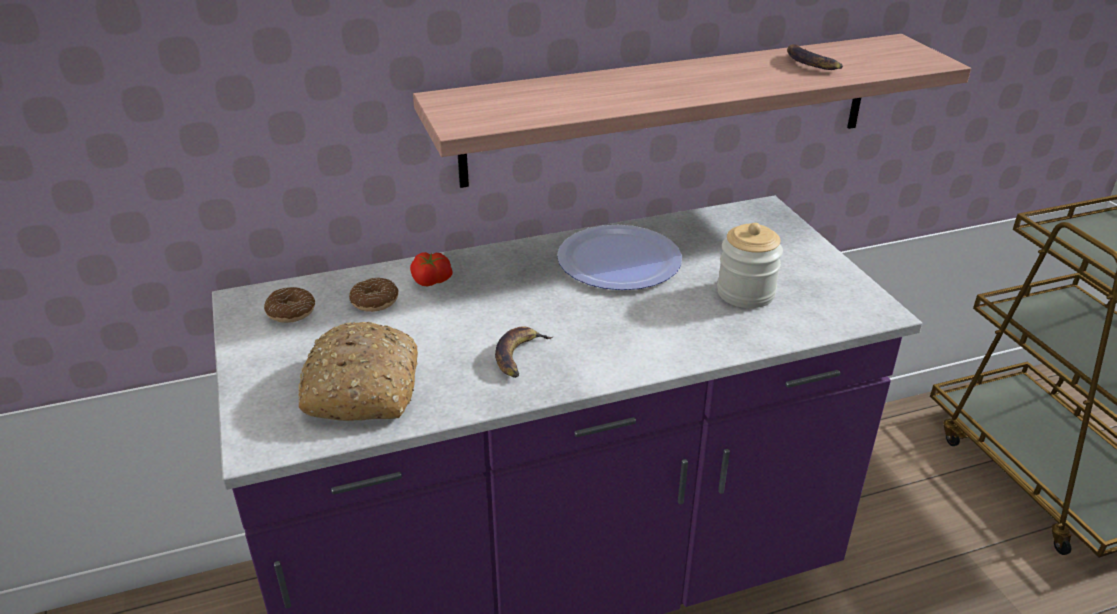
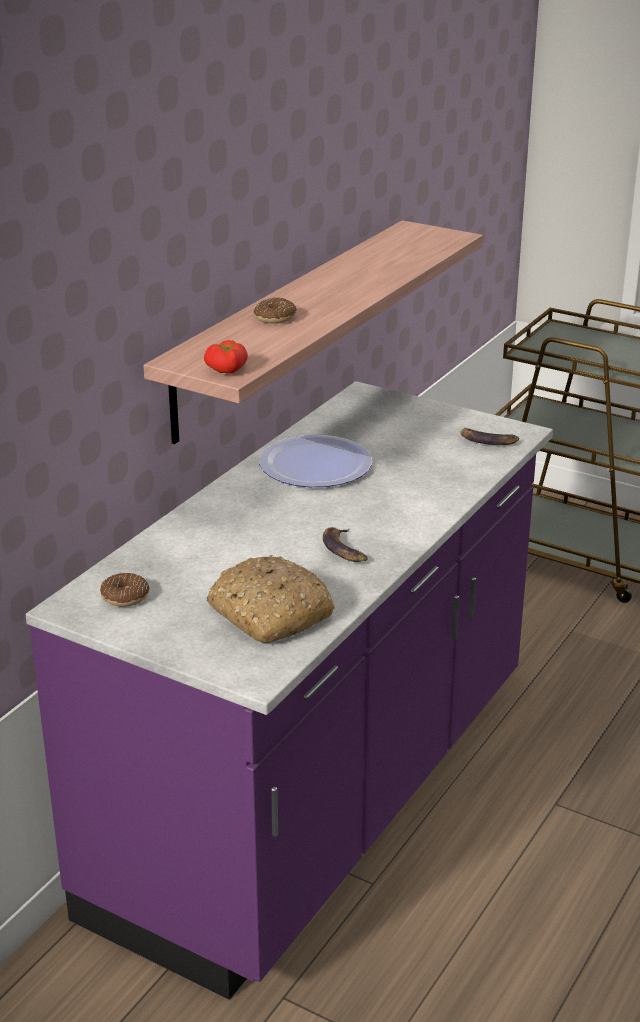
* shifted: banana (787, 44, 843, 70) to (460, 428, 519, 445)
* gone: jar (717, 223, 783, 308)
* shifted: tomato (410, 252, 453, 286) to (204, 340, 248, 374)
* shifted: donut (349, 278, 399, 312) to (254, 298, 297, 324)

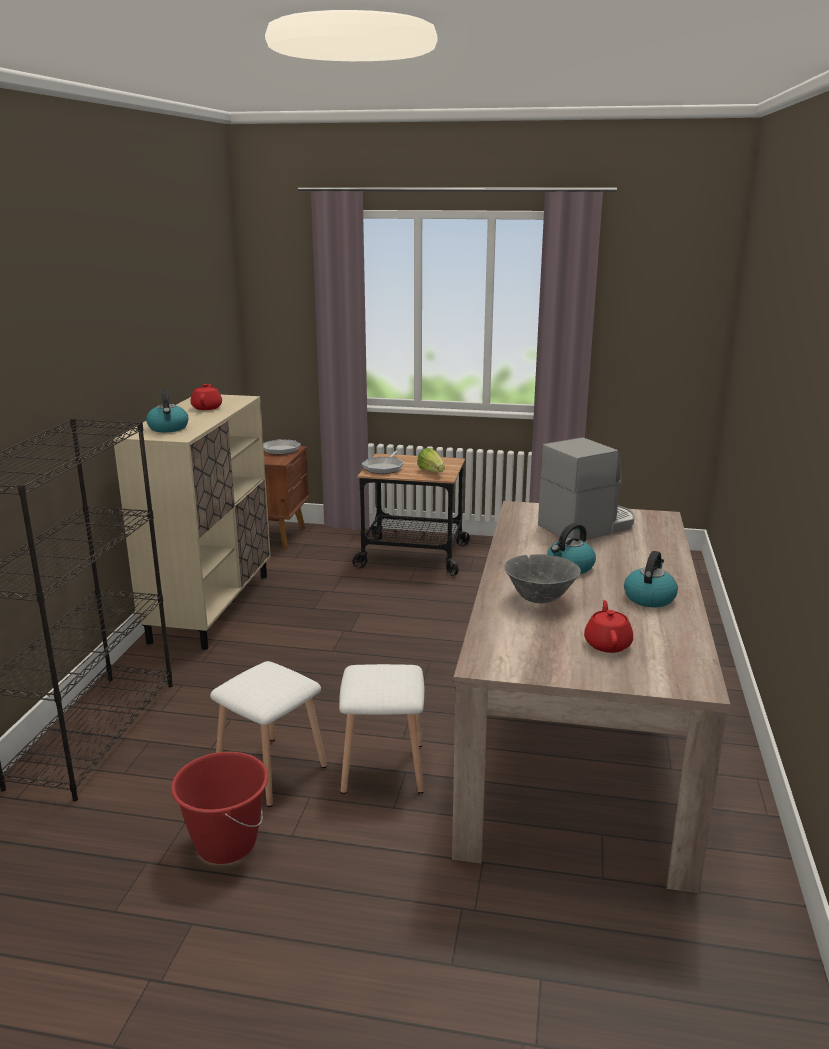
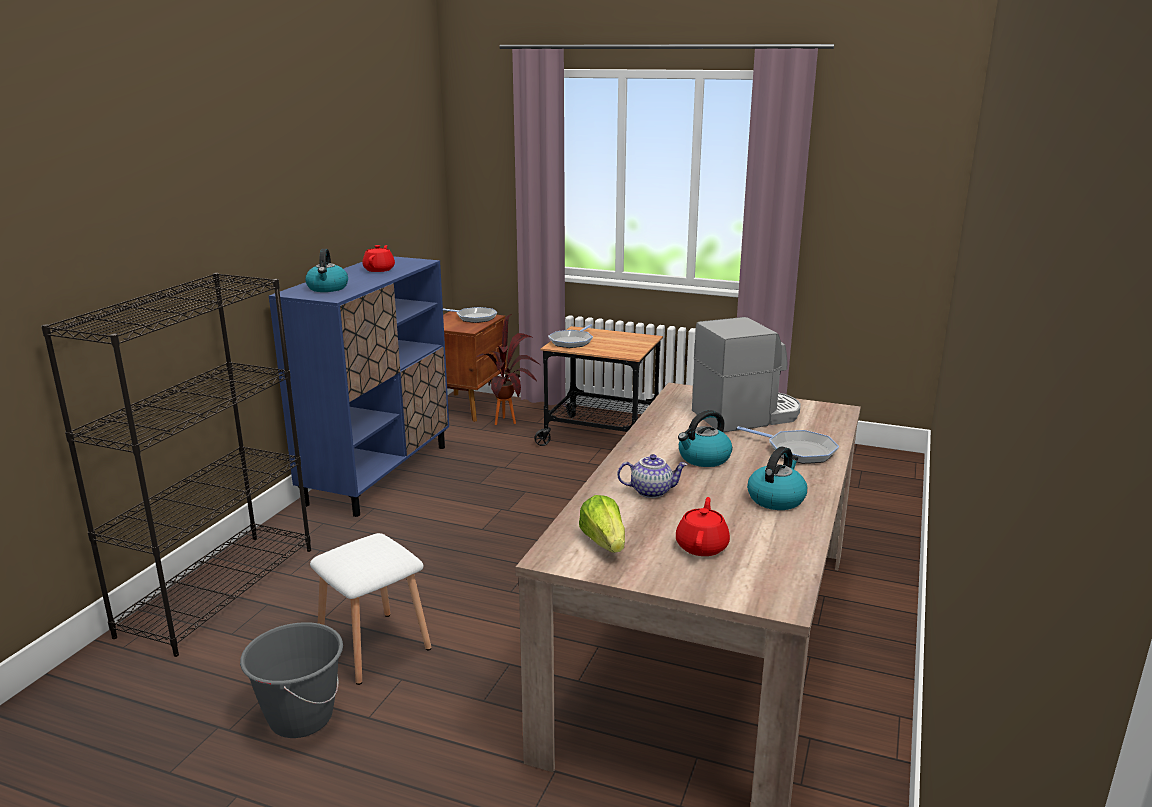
* repainted: beige cabinet (113, 395, 271, 650) to blue cabinet (269, 256, 449, 517)
* shifted: lettuce (417, 448, 445, 472) to (579, 495, 625, 553)
* swapped: grey bowl (504, 554, 581, 603) to teapot (617, 454, 688, 498)
* gone: white stool (339, 664, 424, 794)
* repainted: red bucket (171, 752, 268, 864) to grey bucket (240, 622, 343, 738)
* new: potted plant (477, 314, 540, 425)
* new: frying pan (737, 426, 839, 464)

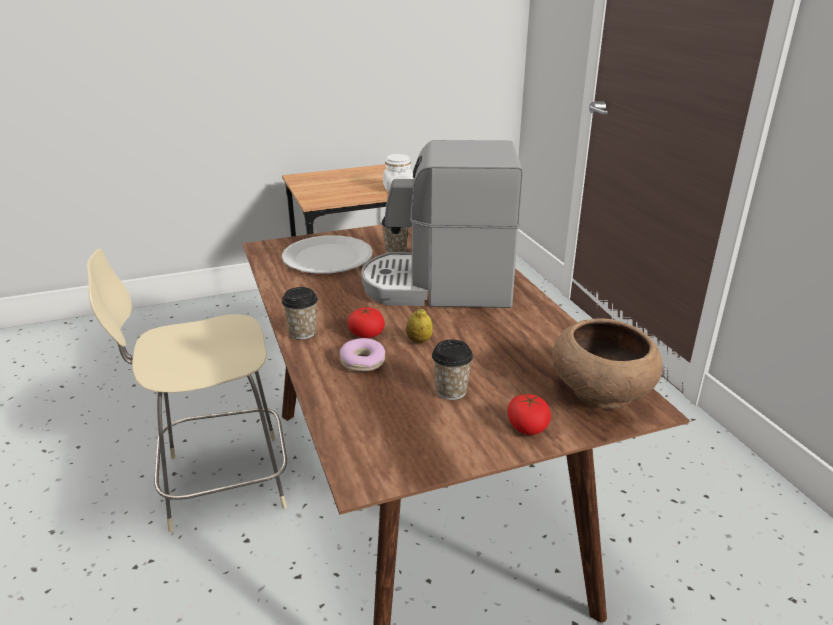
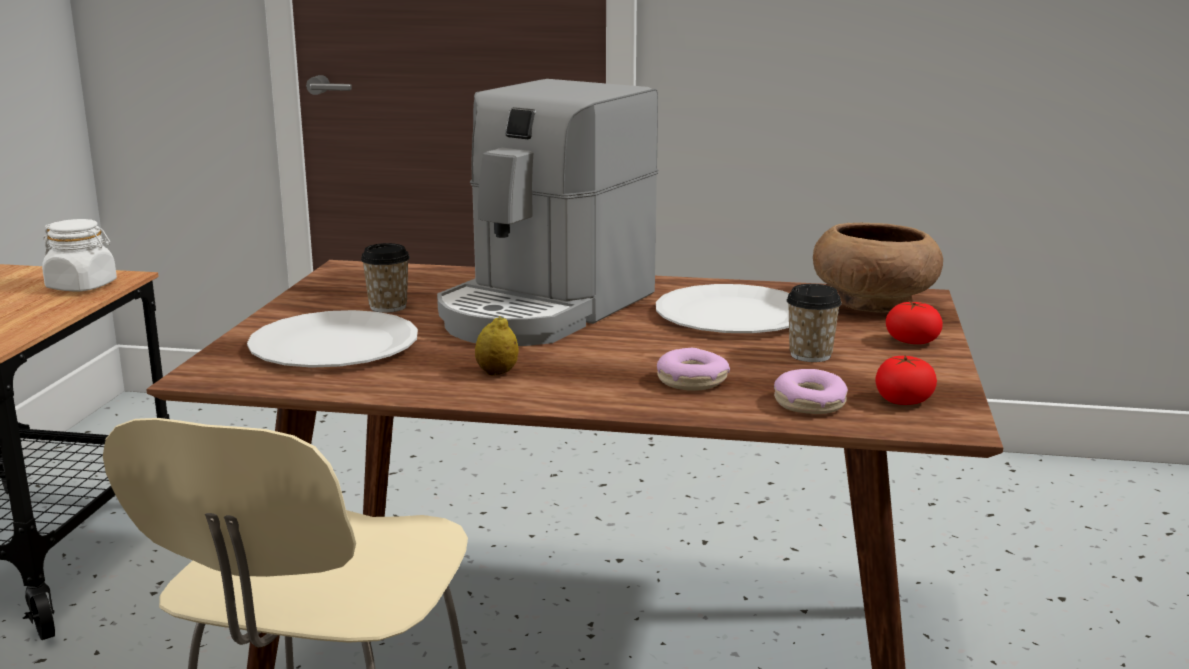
* gone: cup (282, 287, 318, 340)
* shifted: tomato (347, 307, 385, 338) to (876, 355, 937, 405)
* shifted: lemon (406, 308, 433, 343) to (475, 316, 519, 375)
* new: white plate (656, 284, 789, 333)
* new: donut (774, 369, 848, 414)

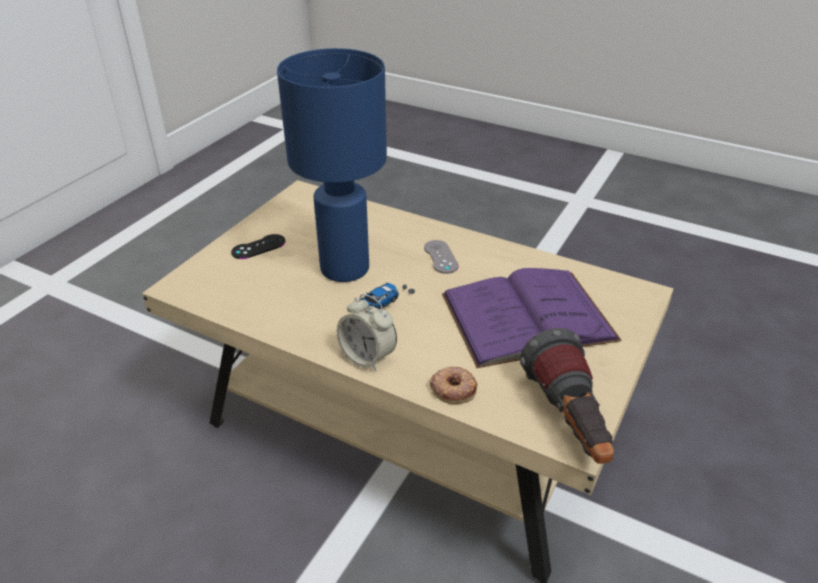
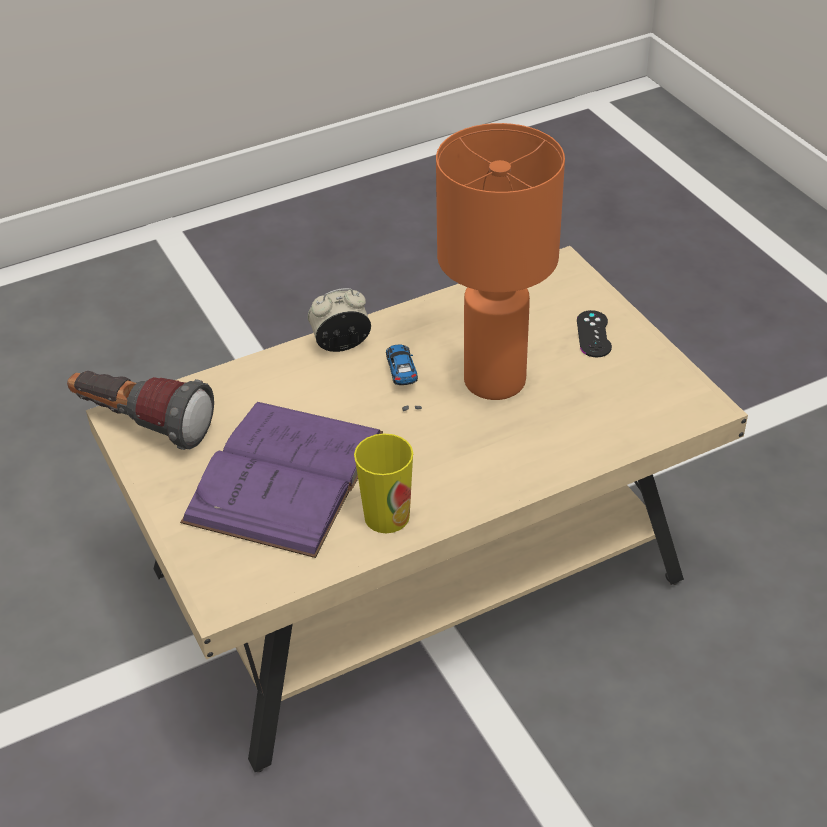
* repainted: blue table lamp (277, 48, 387, 282) to orange table lamp (436, 123, 565, 400)
* gone: grey game controller (424, 240, 459, 274)
* gone: donut (430, 367, 478, 404)
* new: cup (354, 433, 413, 533)

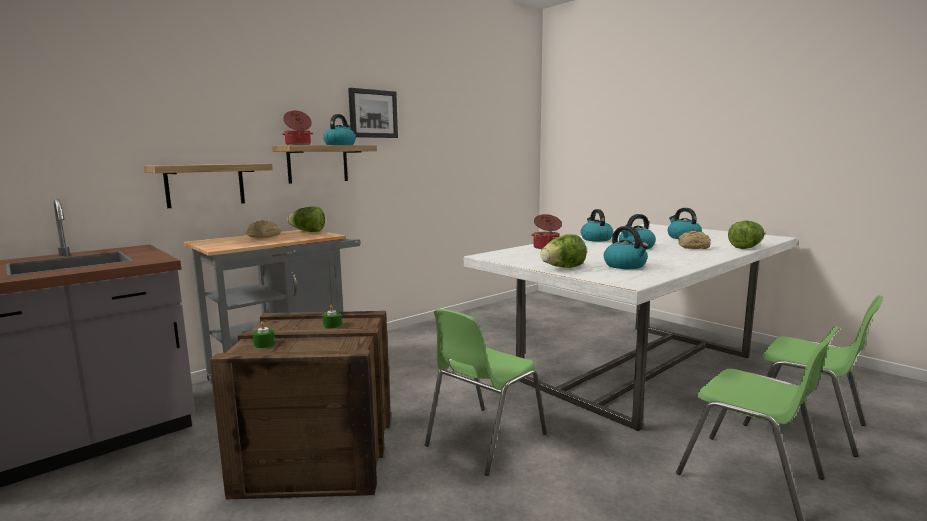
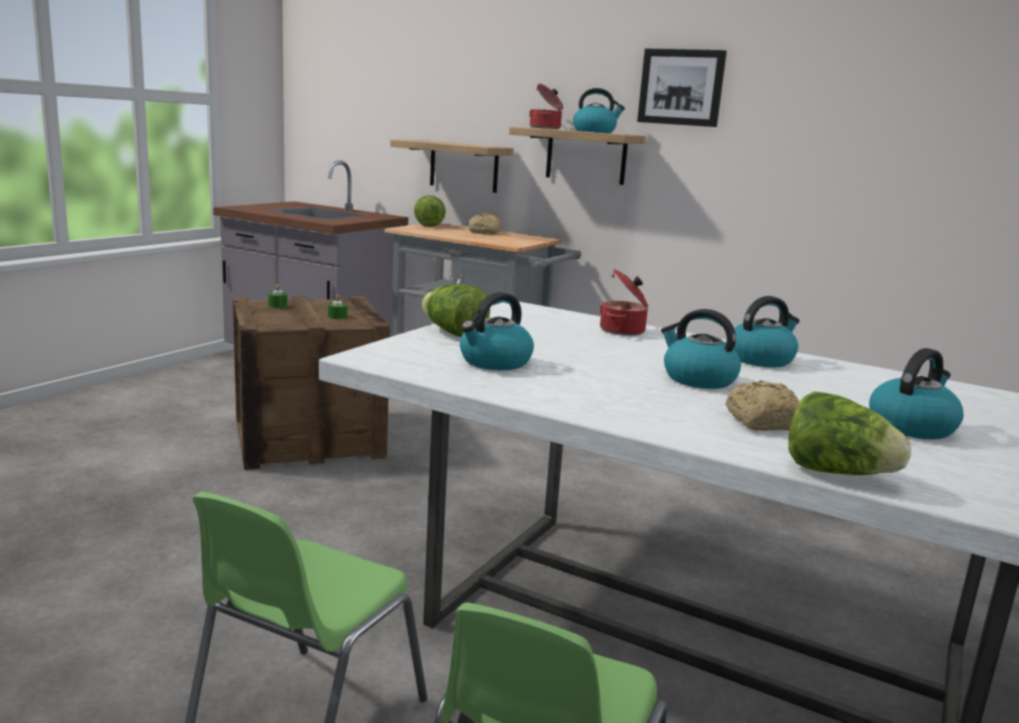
* shifted: lettuce (288, 206, 325, 232) to (414, 195, 446, 227)
* gone: green chair (425, 309, 547, 476)

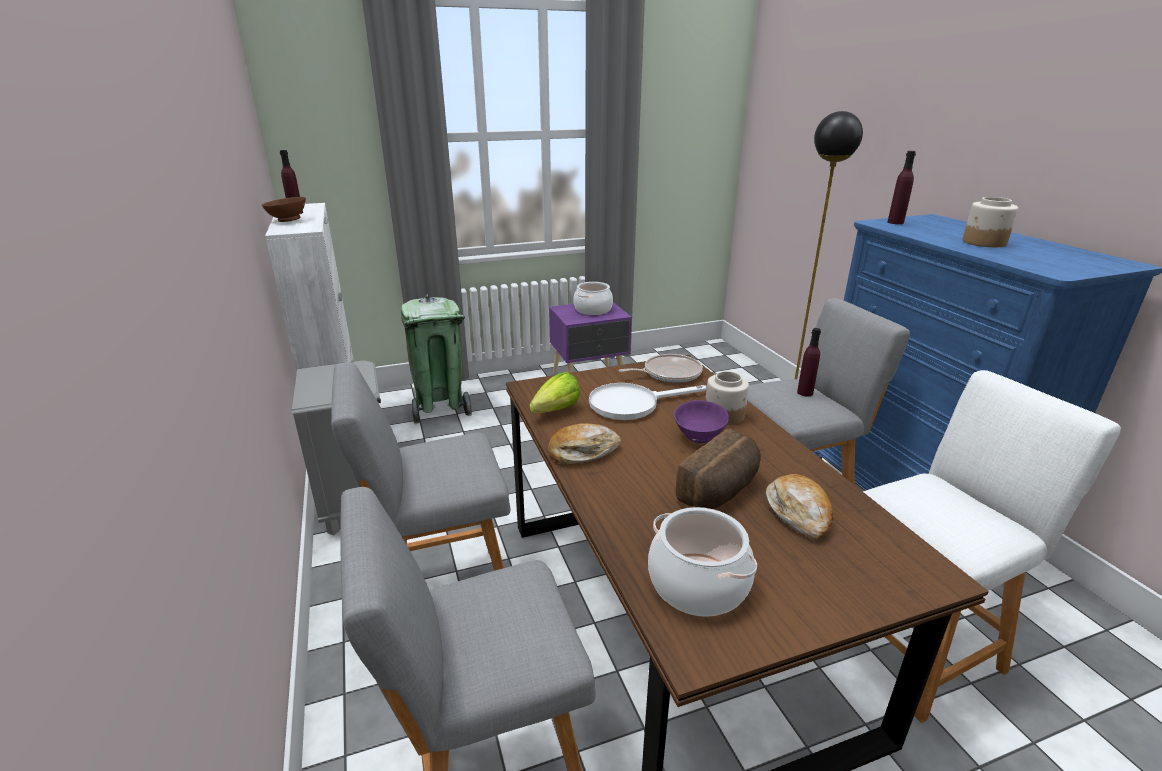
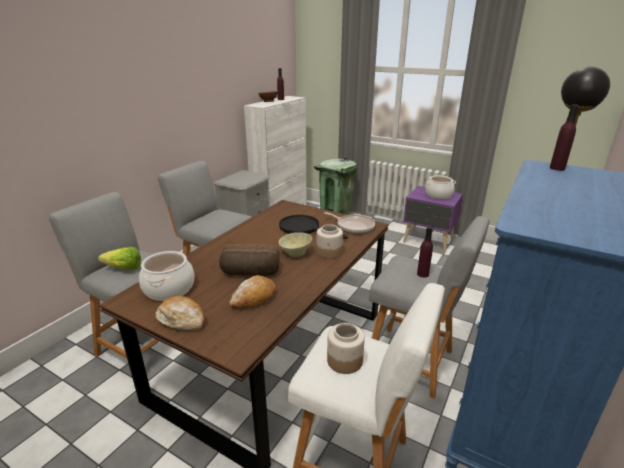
* shifted: jar (962, 197, 1018, 247) to (327, 323, 365, 374)
* shifted: lettuce (529, 372, 580, 413) to (98, 247, 141, 270)
* repainted: white frying pan (589, 383, 707, 420) to black frying pan (279, 215, 348, 239)
* repainted: purple bowl (674, 400, 729, 443) to beige bowl (279, 232, 312, 257)
* shifted: bread (548, 423, 621, 464) to (156, 296, 205, 330)

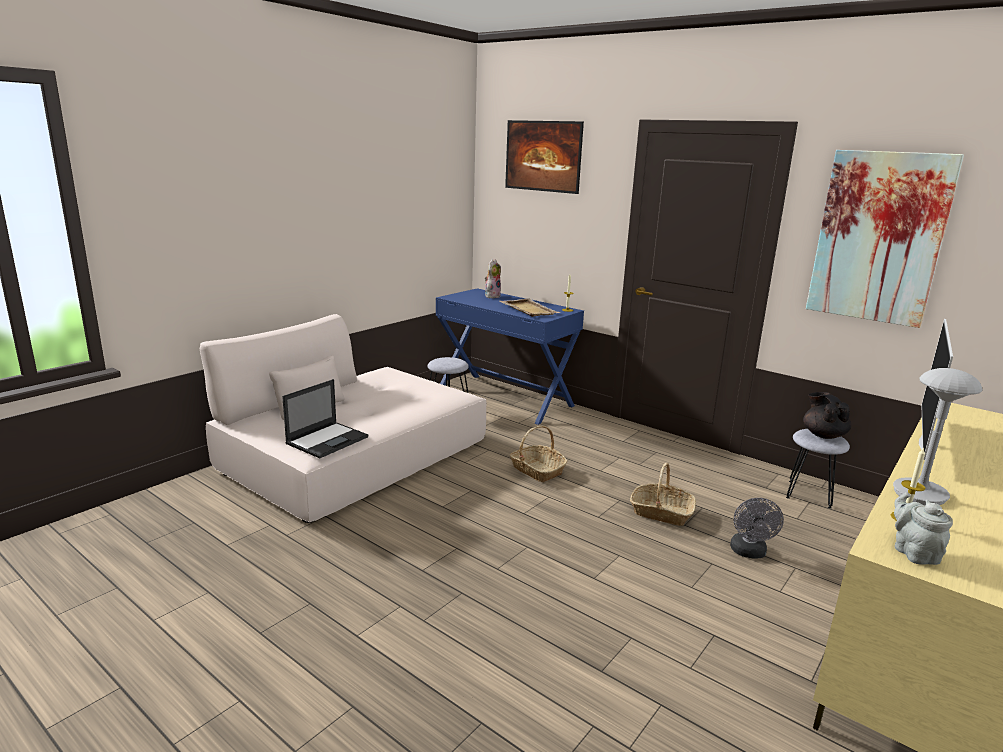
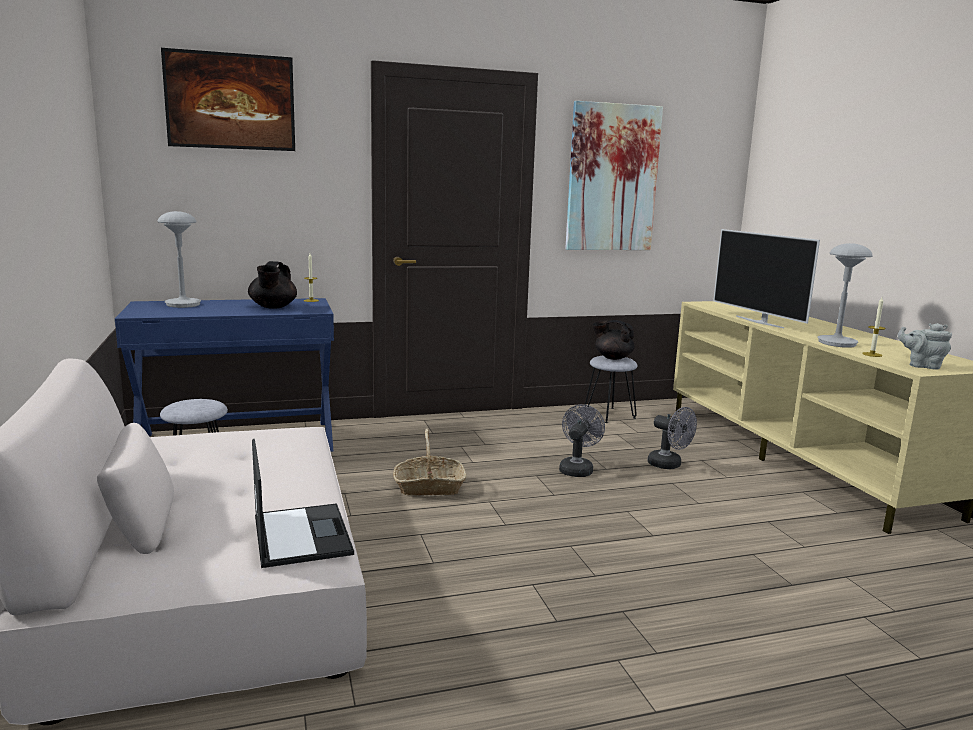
* swapped: plush toy (485, 259, 501, 298) to grey table lamp (158, 211, 201, 308)
* swapped: beige tray (500, 298, 561, 317) to black teapot (248, 261, 297, 309)
* swapped: basket (630, 463, 696, 526) to grey fan (559, 404, 605, 477)

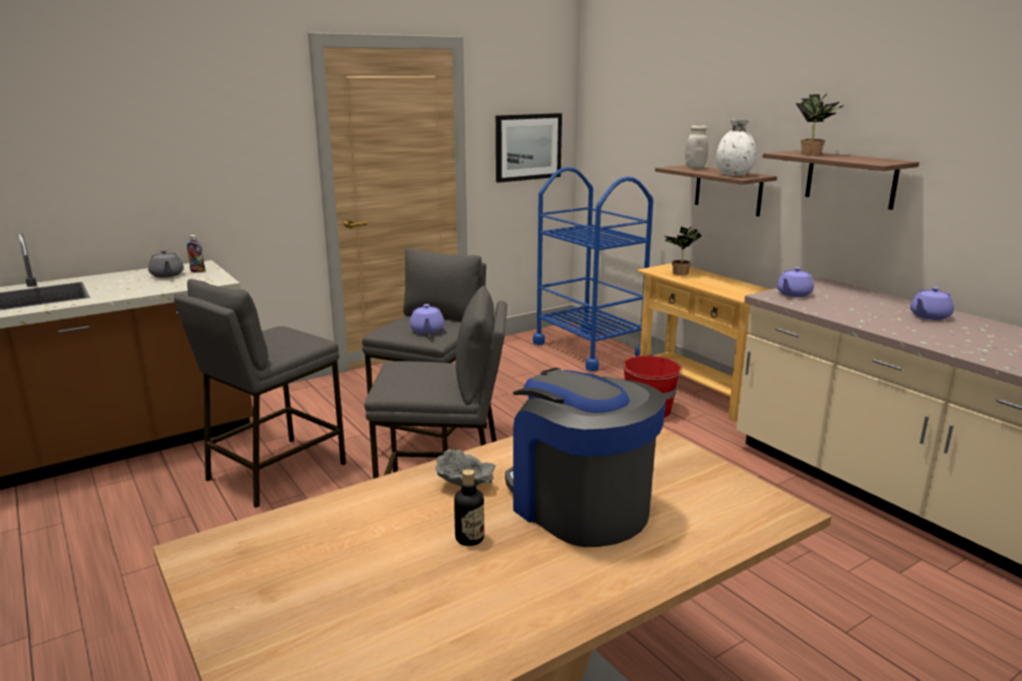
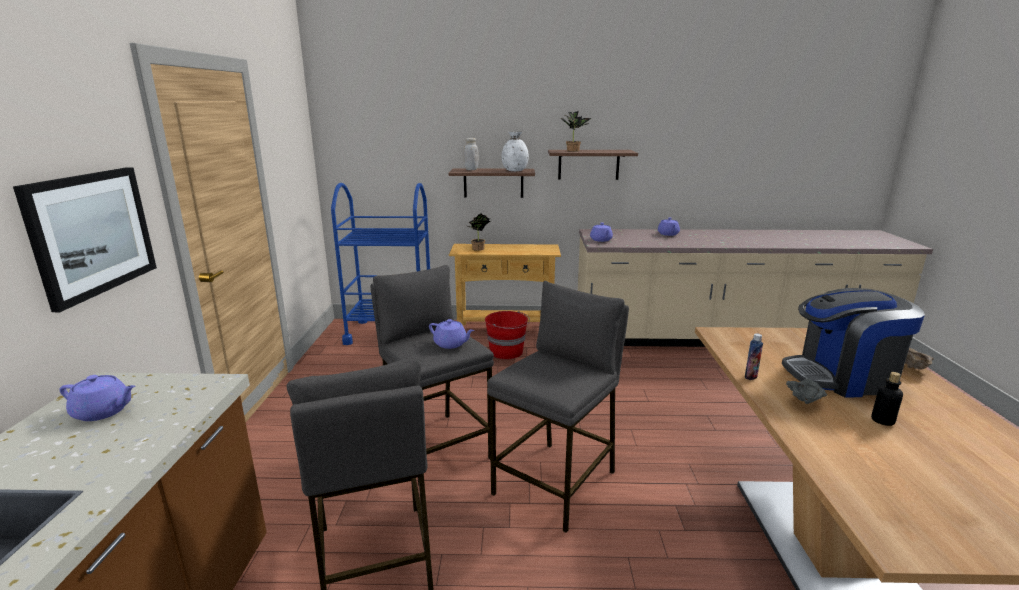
* shifted: picture (496, 113, 562, 183) to (13, 167, 157, 312)
* shifted: bottle (187, 235, 205, 273) to (745, 333, 763, 380)
* repainted: grey teapot (148, 250, 184, 278) to purple teapot (59, 375, 135, 421)
* new: beige bowl (905, 348, 934, 370)

